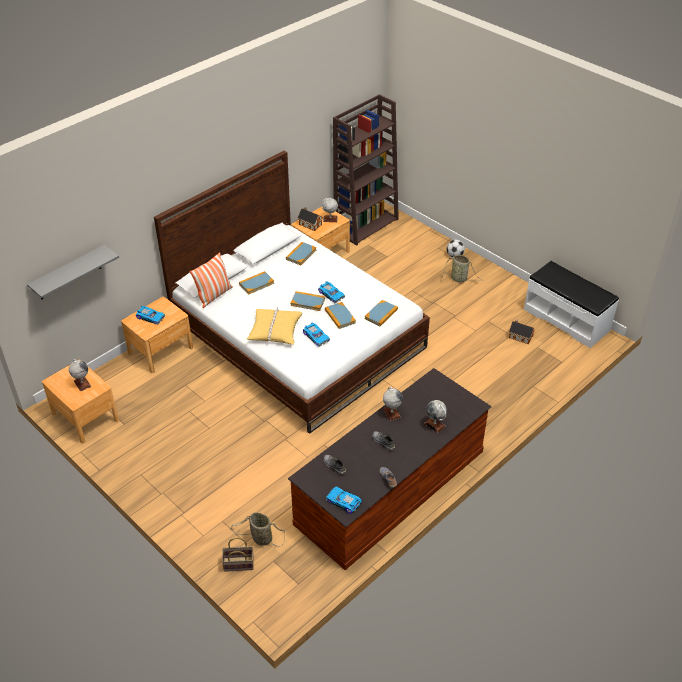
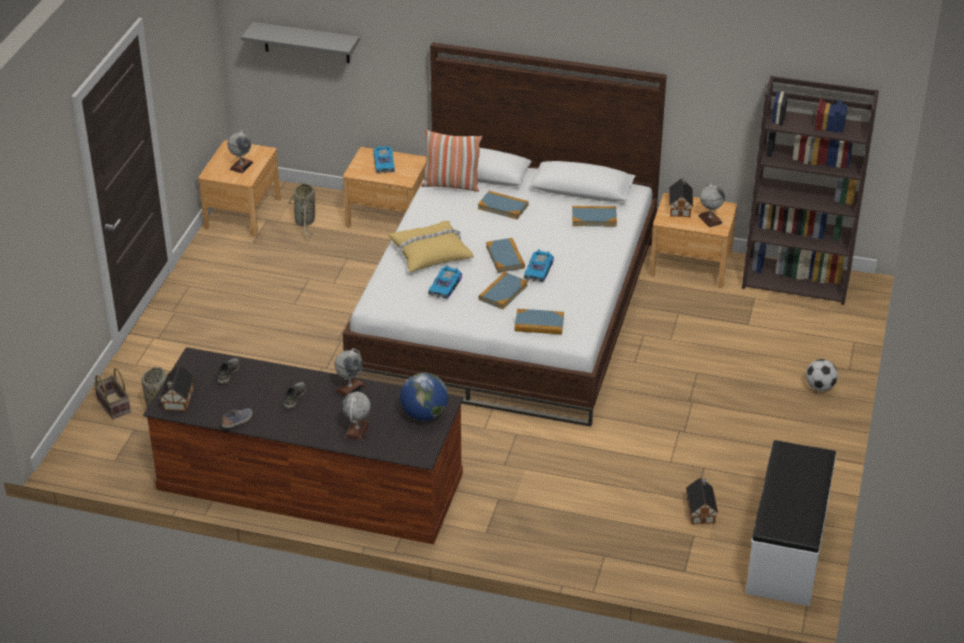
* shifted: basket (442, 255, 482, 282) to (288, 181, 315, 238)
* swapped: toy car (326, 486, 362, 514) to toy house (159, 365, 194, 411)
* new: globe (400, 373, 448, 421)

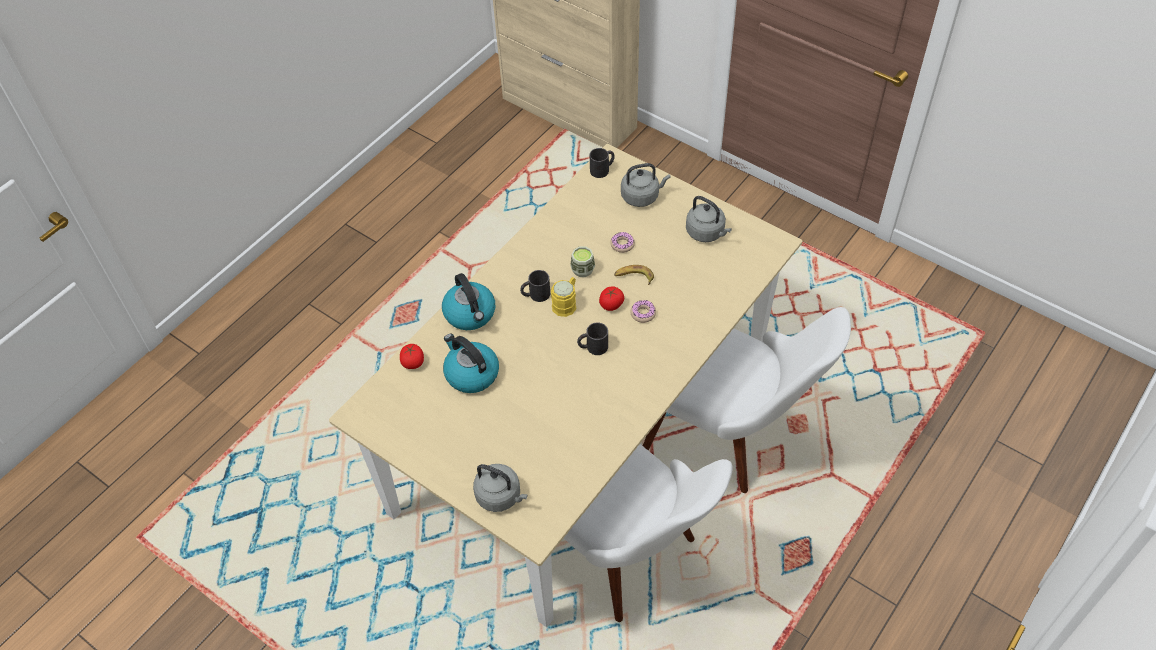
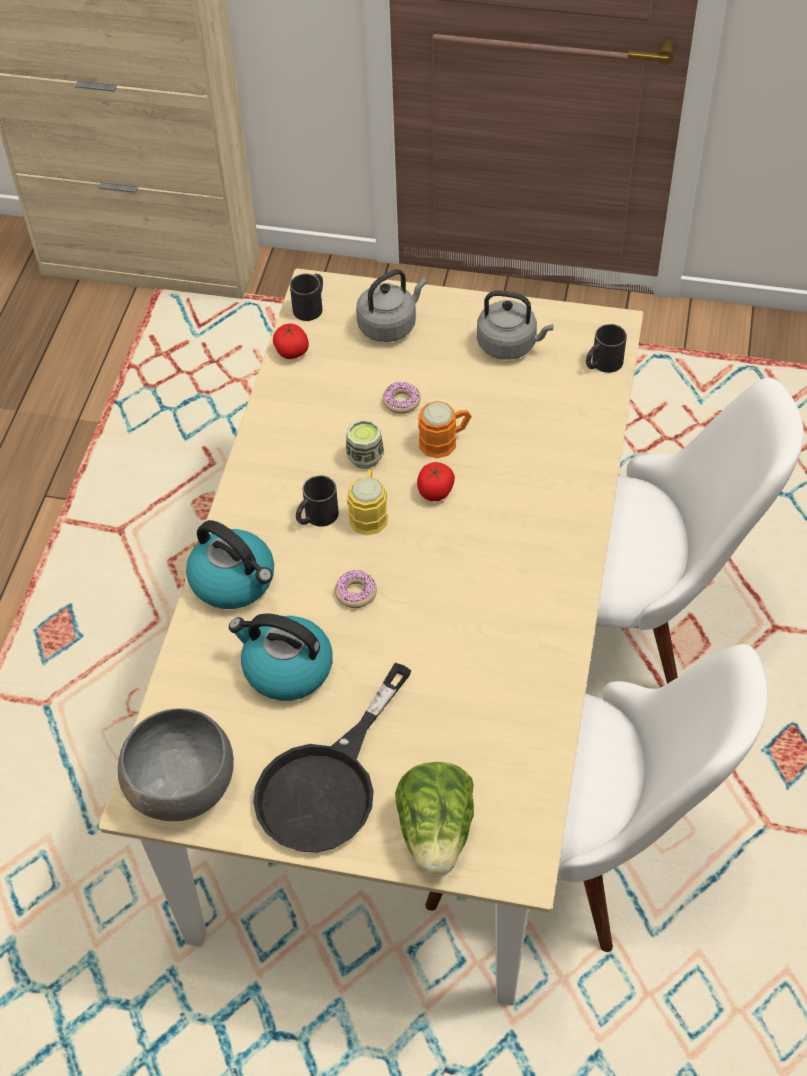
* swapped: banana (614, 265, 654, 285) to orange mug (418, 401, 472, 458)
* shifted: donut (630, 300, 656, 323) to (335, 570, 377, 608)
* shifted: black mug (577, 322, 608, 355) to (586, 324, 627, 373)
* shifted: tomato (400, 344, 424, 369) to (273, 324, 309, 359)
* swapped: grey kettle (473, 464, 528, 512) to lettuce (395, 762, 474, 877)
* new: black frying pan (253, 663, 411, 852)
* new: grey bowl (118, 708, 234, 821)

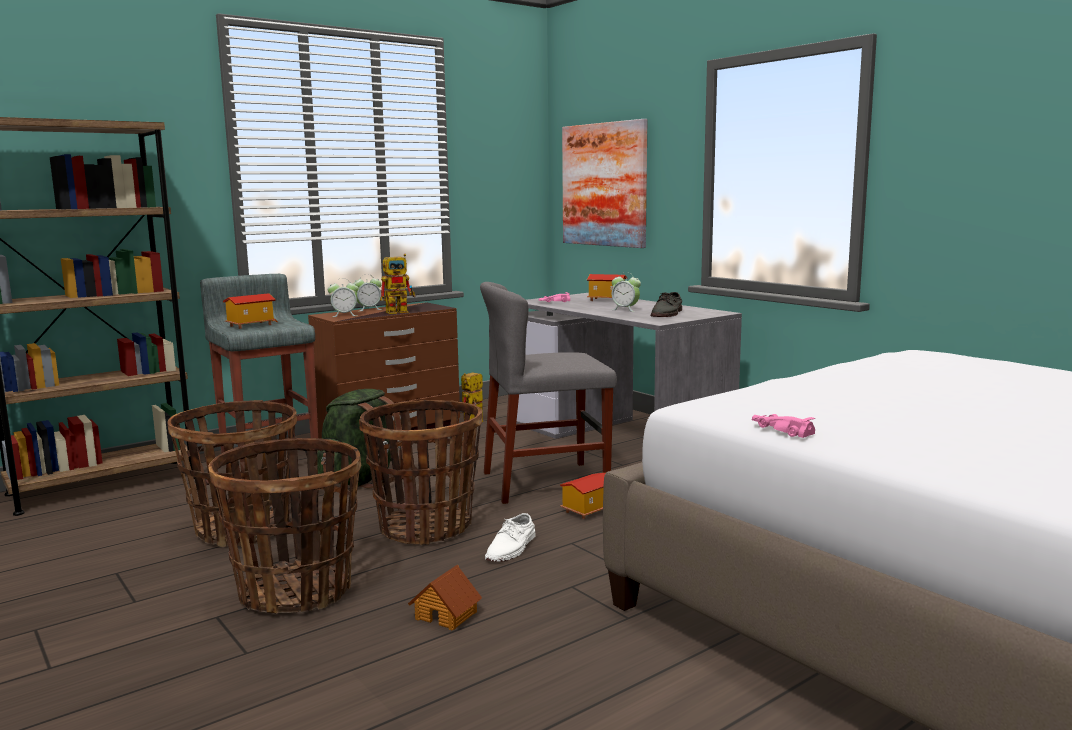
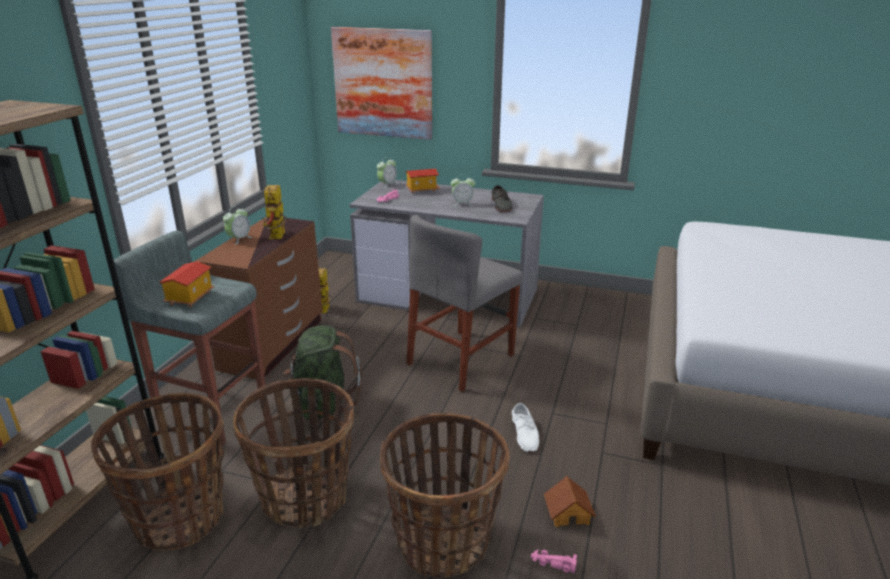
* rotated: toy robot (380, 254, 415, 314) = (261, 185, 287, 239) 150 degrees clockwise
* shifted: alarm clock (328, 283, 358, 317) to (377, 157, 397, 188)
* shifted: basket (359, 400, 482, 545) to (91, 393, 224, 551)
* shifted: pink toy car (752, 414, 815, 438) to (531, 550, 577, 573)
* gone: toy house (560, 473, 606, 519)

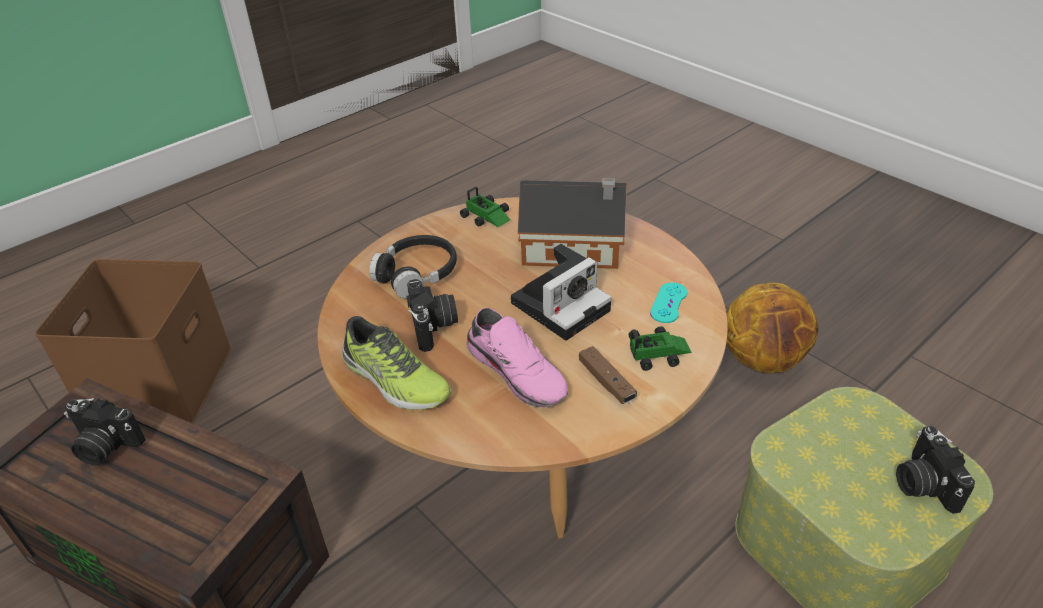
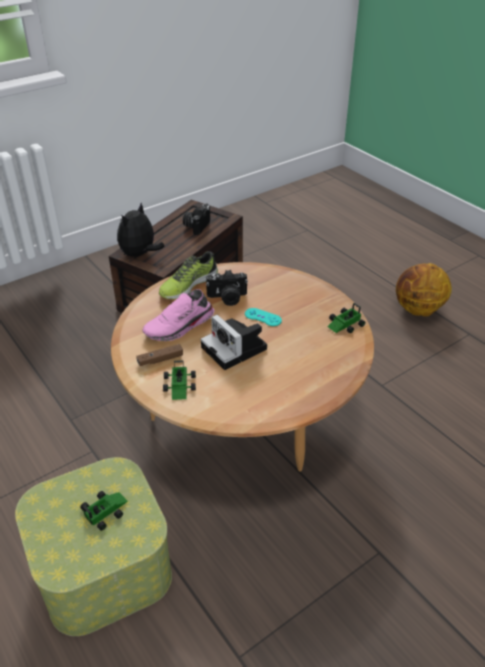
* gone: toy house (518, 178, 627, 269)
* gone: black headphones (369, 235, 457, 299)
* gone: brown storage box (35, 259, 232, 423)
* shifted: turquoise game controller (650, 282, 687, 323) to (245, 308, 282, 326)
* shifted: basketball (726, 282, 819, 374) to (396, 263, 452, 316)
* gone: photo camera (896, 426, 975, 514)
* new: plush toy (117, 203, 165, 257)
* new: toy car (80, 491, 128, 531)

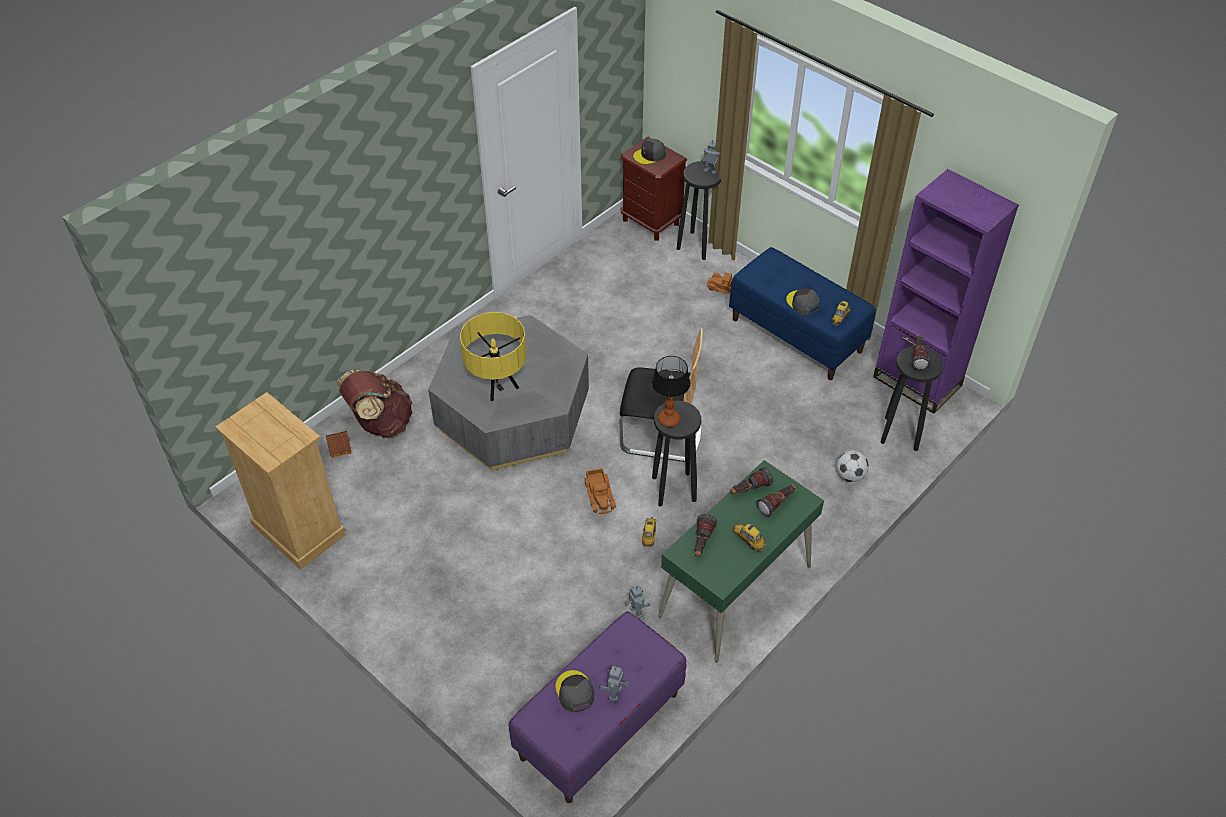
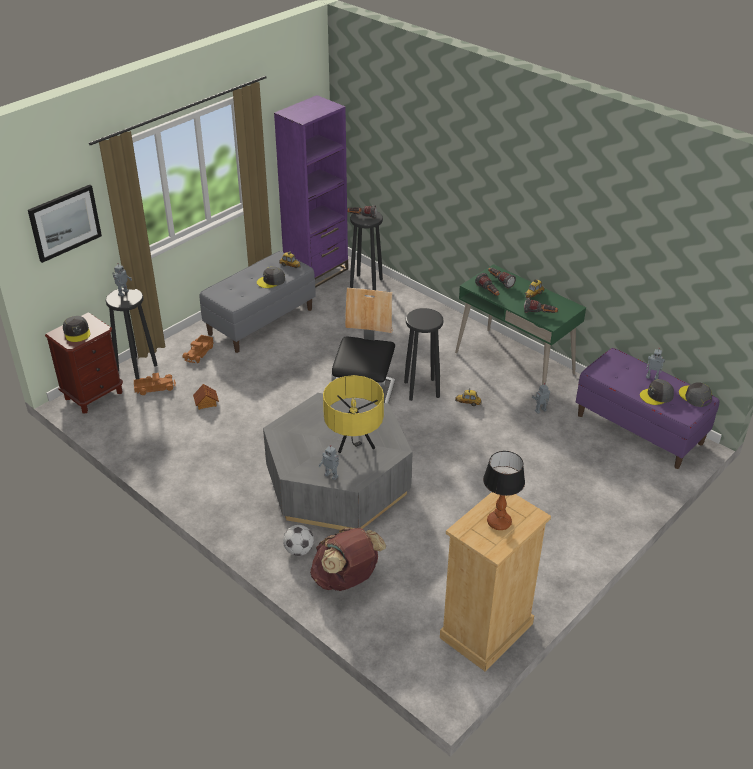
* repainted: blue bench (729, 247, 876, 380) to grey bench (200, 251, 316, 353)
* shifted: table lamp (652, 356, 690, 427) to (483, 451, 525, 530)
* shifted: toy house (326, 431, 351, 458) to (193, 384, 219, 410)
* shifted: football (836, 450, 869, 482) to (283, 525, 314, 556)
* shifted: toy truck (584, 468, 616, 514) to (134, 373, 176, 395)
* new: picture (28, 185, 102, 263)
* new: grey cap (679, 382, 712, 407)
* new: toy robot (319, 445, 339, 480)

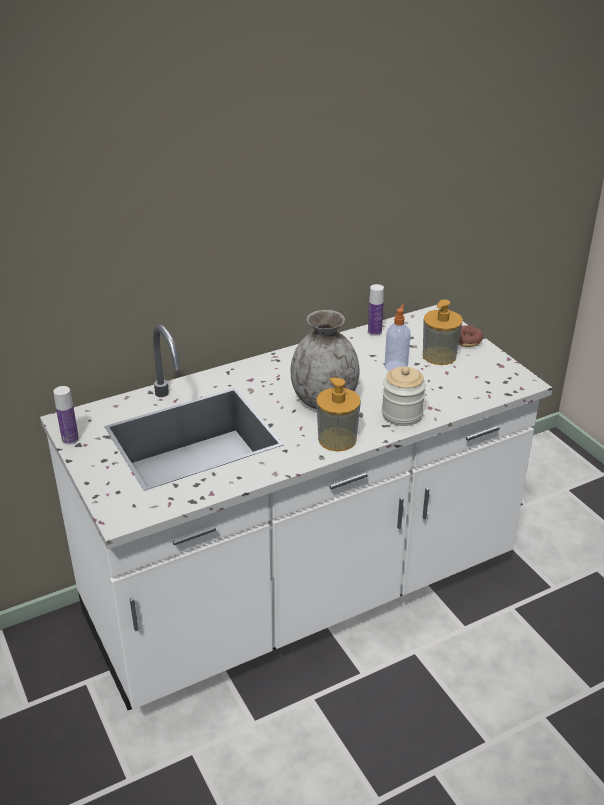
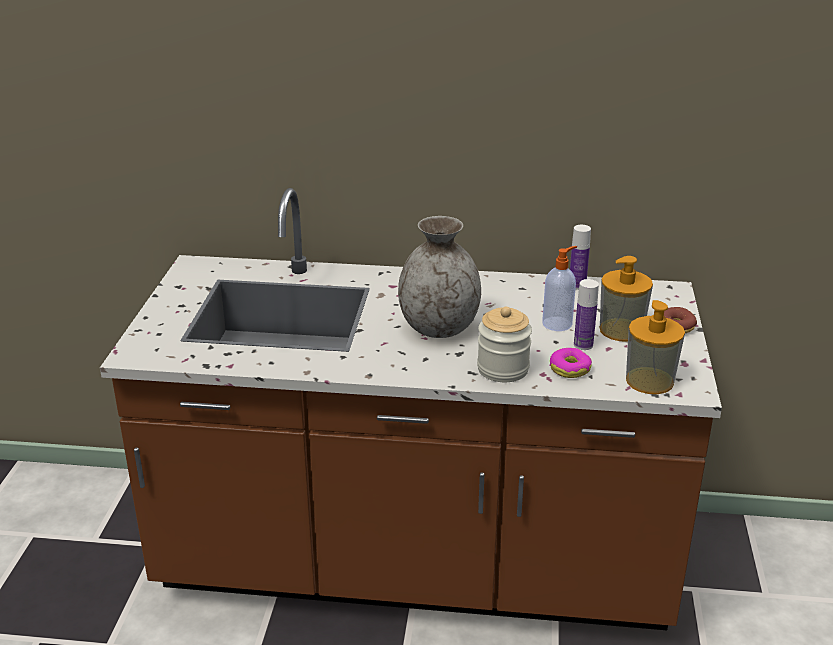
* repainted: white counter (40, 305, 553, 710) to brown counter (100, 188, 722, 630)
* shifted: soap dispenser (316, 377, 361, 452) to (626, 300, 685, 394)
* shifted: bottle (53, 386, 79, 445) to (574, 279, 599, 350)
* new: donut (550, 348, 592, 378)

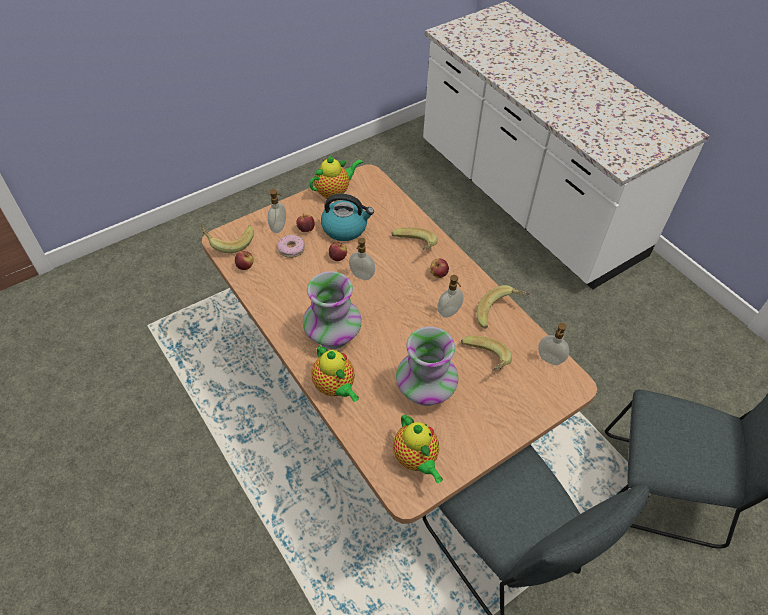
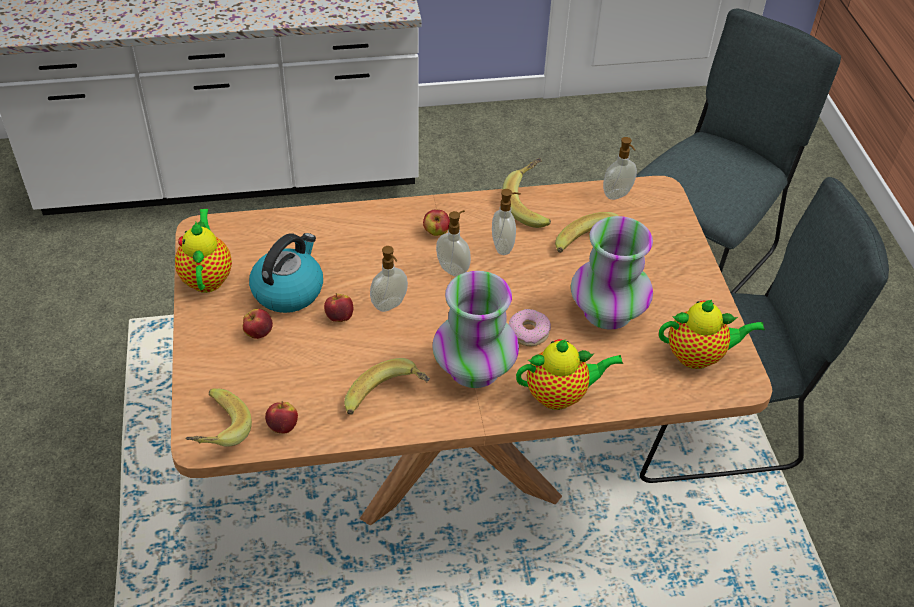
* shifted: soap dispenser (268, 189, 286, 233) to (436, 210, 471, 277)
* shifted: banana (391, 227, 438, 250) to (344, 358, 430, 415)
* shifted: donut (277, 235, 305, 258) to (509, 309, 551, 346)

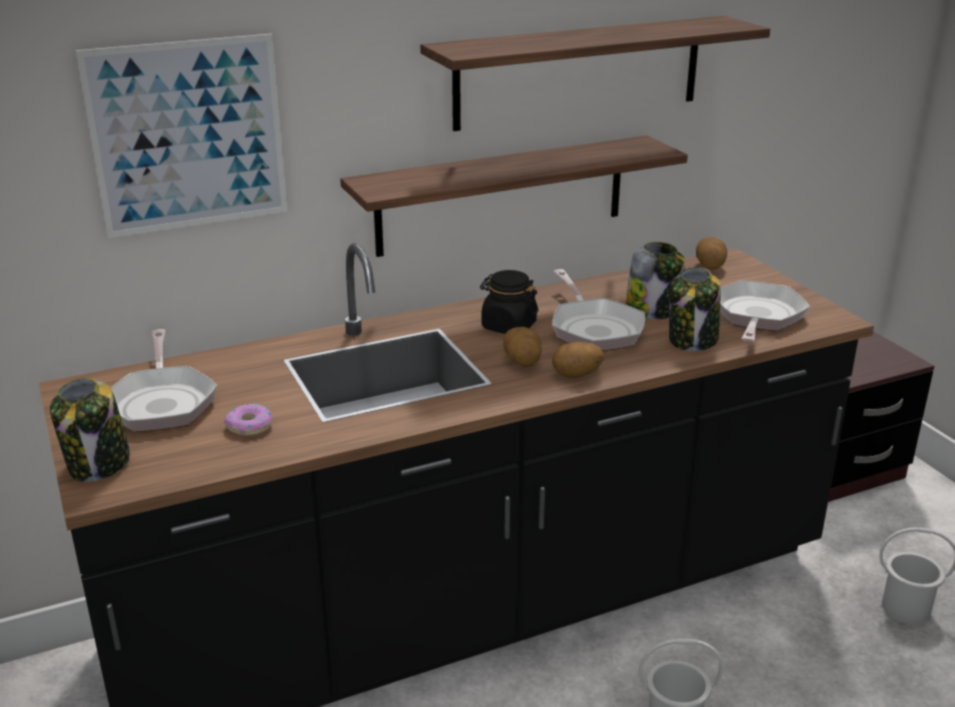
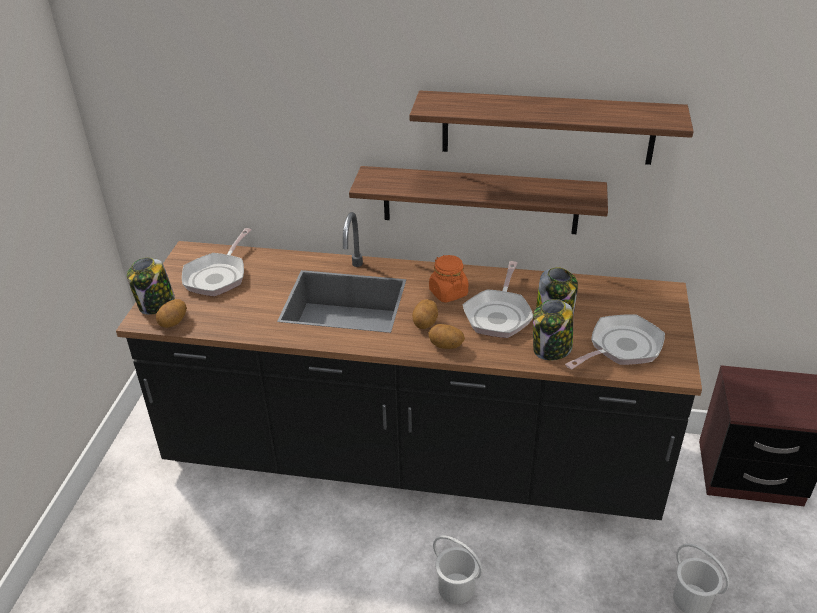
* gone: picture (75, 34, 288, 238)
* shifted: potato (696, 237, 727, 269) to (156, 299, 187, 328)
* repainted: black jar (480, 270, 538, 334) to orange jar (429, 255, 468, 303)
* gone: donut (224, 403, 273, 436)

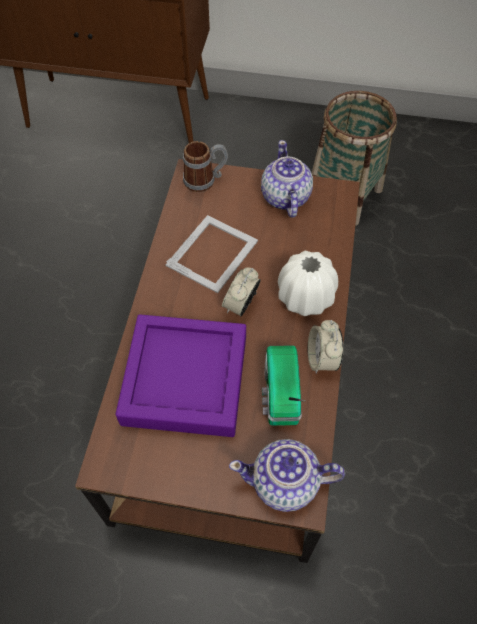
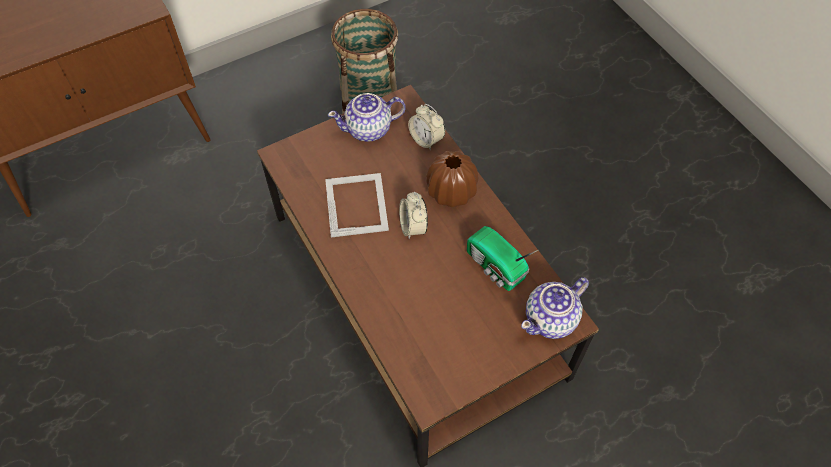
* rotated: teapot (261, 140, 313, 218) = (328, 93, 406, 142) 60 degrees counterclockwise
* gone: mug (183, 141, 228, 192)
* repainted: white vase (278, 251, 338, 316) to brown vase (426, 151, 478, 207)
* gone: purple tray (116, 314, 246, 437)
* shifted: alarm clock (308, 320, 344, 374) to (408, 104, 445, 150)

